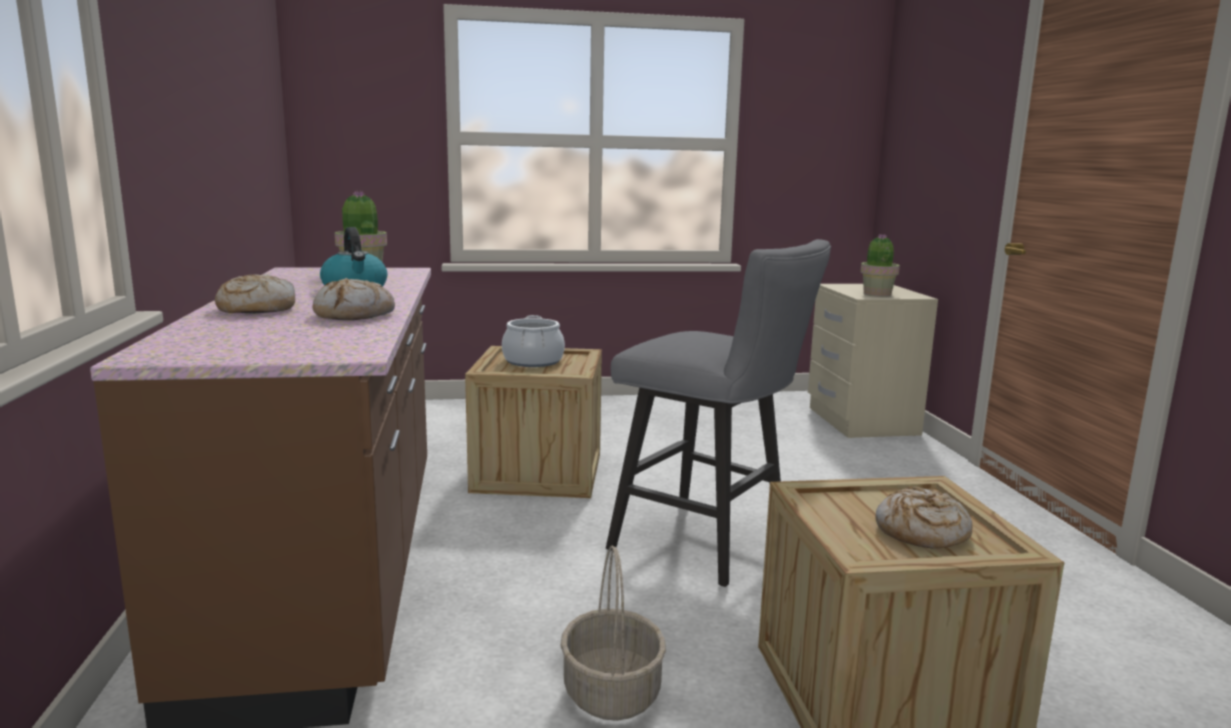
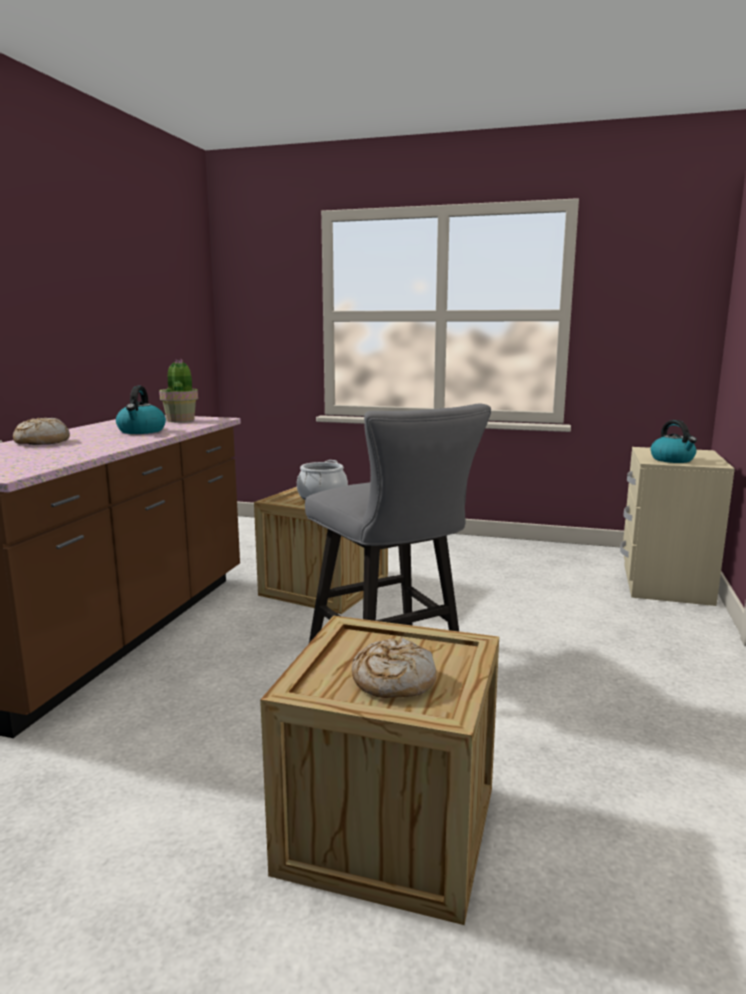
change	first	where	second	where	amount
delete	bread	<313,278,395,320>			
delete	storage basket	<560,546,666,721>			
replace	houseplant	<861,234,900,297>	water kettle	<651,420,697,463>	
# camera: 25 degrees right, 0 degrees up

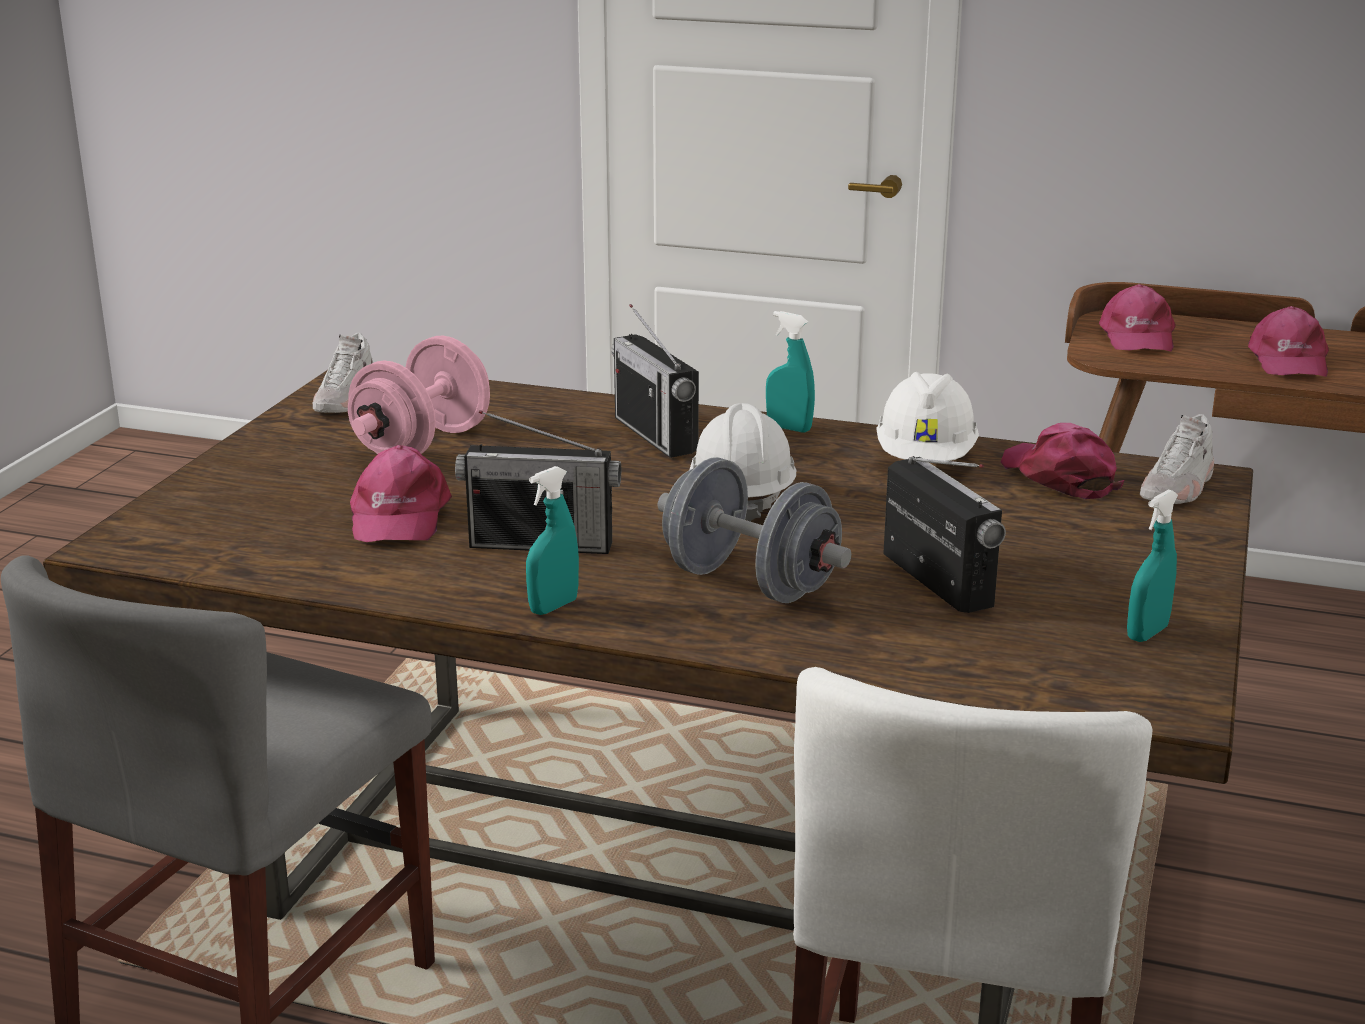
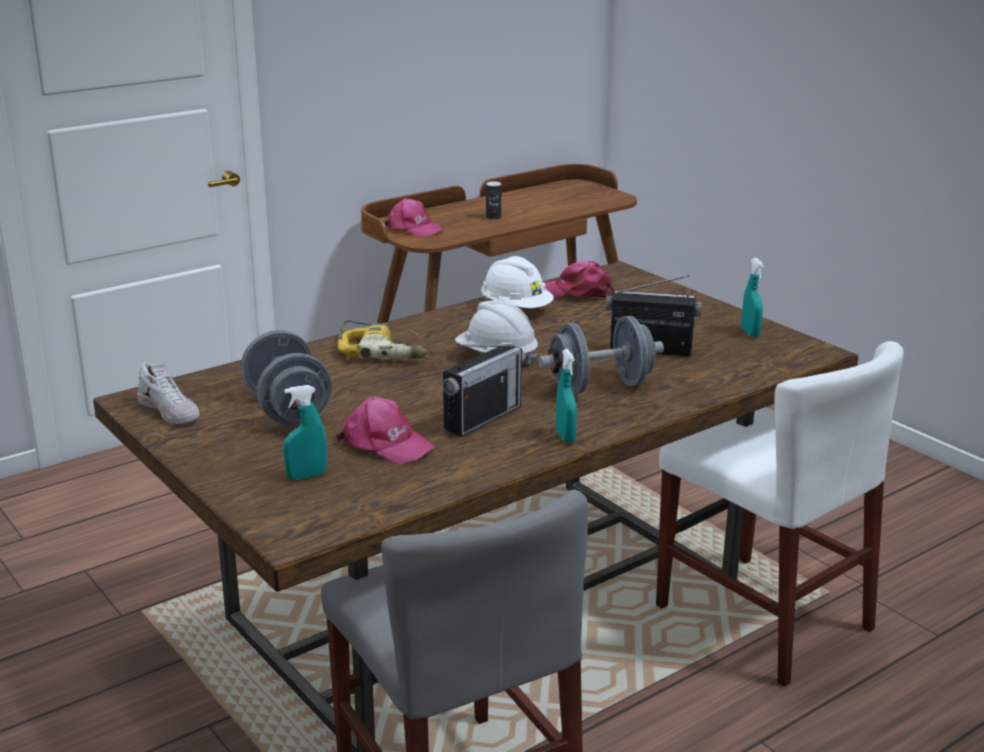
change	first	where	second	where	amount
delete	white-coloured low shoe	<1140,414,1214,504>			
move	turquoise-coloured spray bottle	<766,311,815,433>		<283,385,327,480>	
replace	radio	<611,304,699,458>	drill	<337,320,427,360>	
replace	pinkish cap	<1248,306,1329,377>	can	<486,181,501,220>	
recolor	pinkish free weight	<348,335,490,454>	gray free weight	<241,330,332,425>	
# camera: 55 degrees left, 0 degrees up

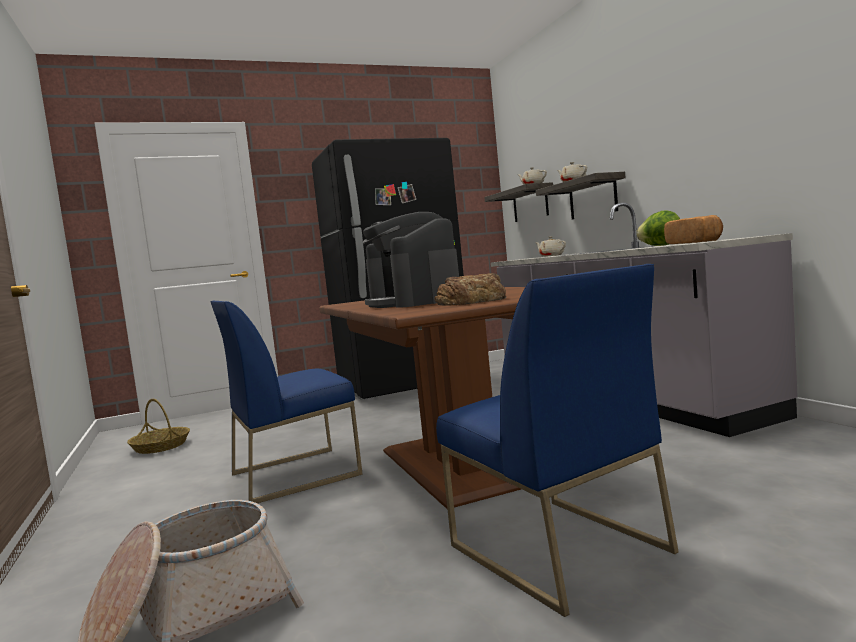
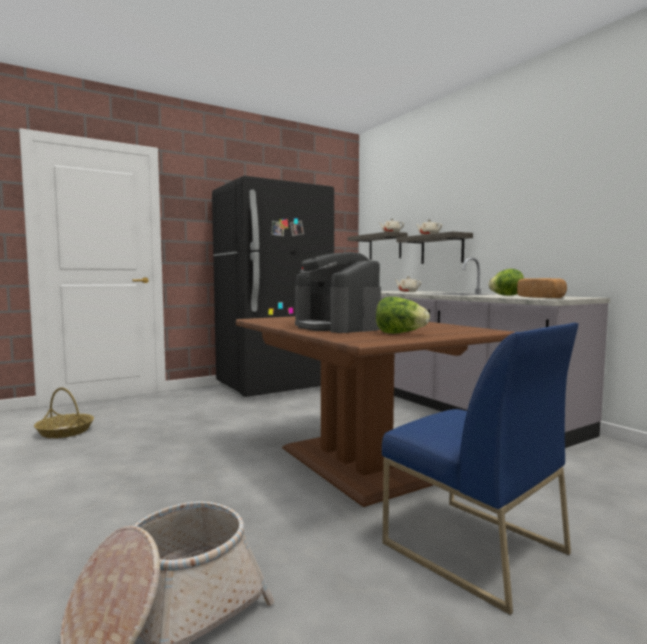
change	first	where	second	where	amount
delete	blue-coloured chair	<211,301,363,503>			
replace	bread	<435,273,506,305>	lettuce	<376,297,430,334>	
# camera: 10 degrees left, 0 degrees up

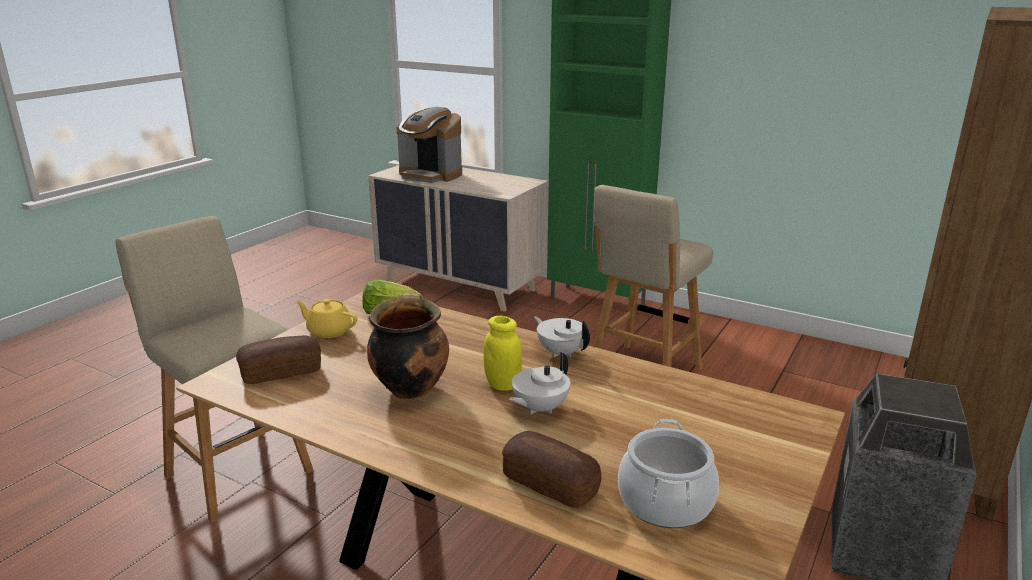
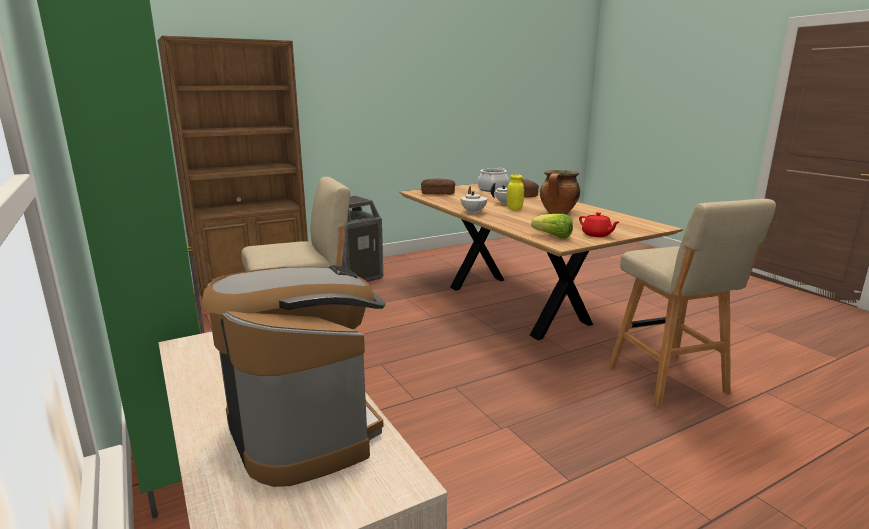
change	first	where	second	where	amount
move	bread	<236,335,321,384>		<421,179,455,195>	
recolor	yellow teapot	<295,299,357,338>	reddish teapot	<579,212,619,237>	
# camera: 150 degrees left, 5 degrees down

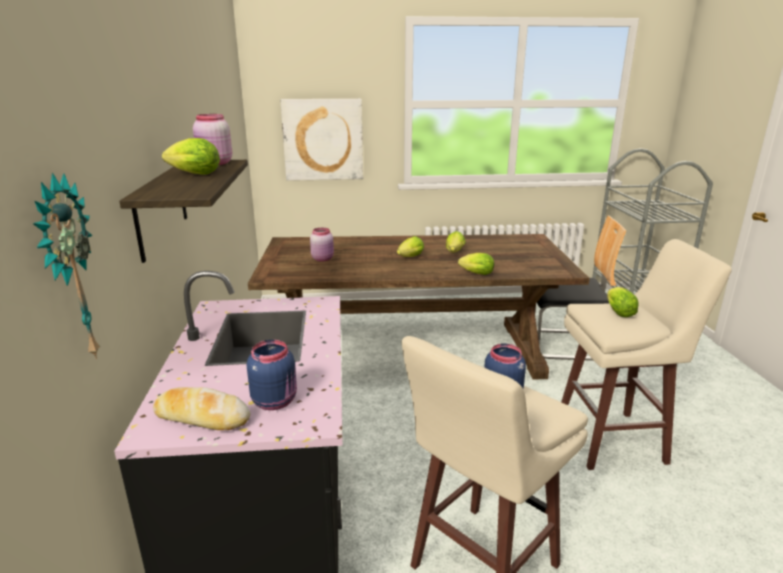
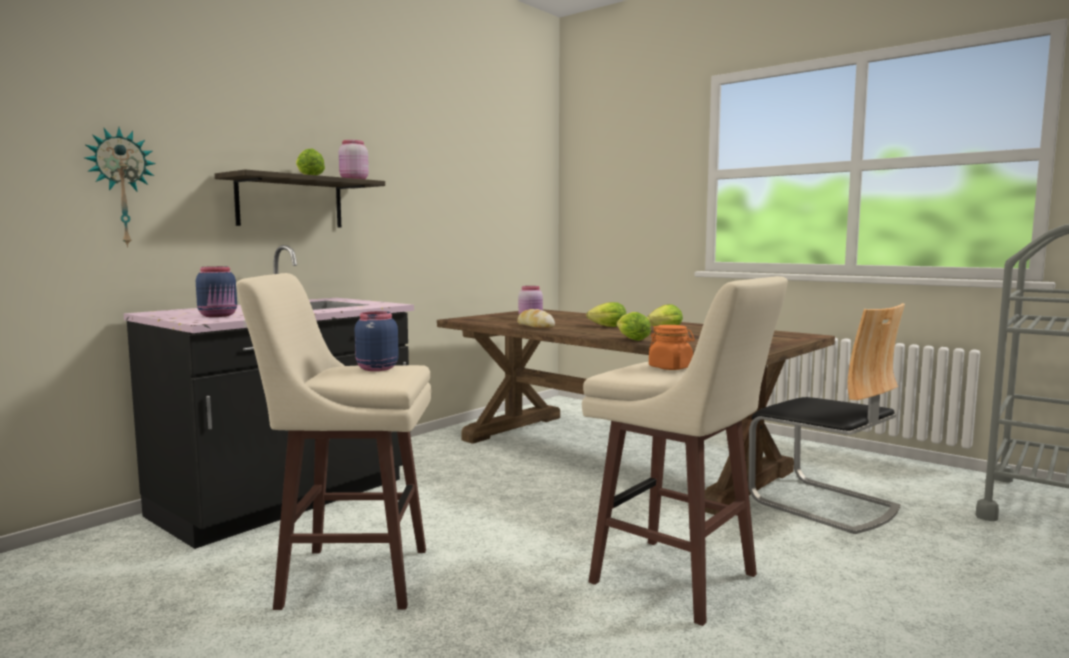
change	first	where	second	where	amount
delete	picture	<280,99,363,181>			
move	bread	<153,387,251,430>		<517,309,555,328>	
replace	lettuce	<607,287,638,317>	orange preserve jar	<649,325,695,370>	
# camera: 45 degrees right, 15 degrees down

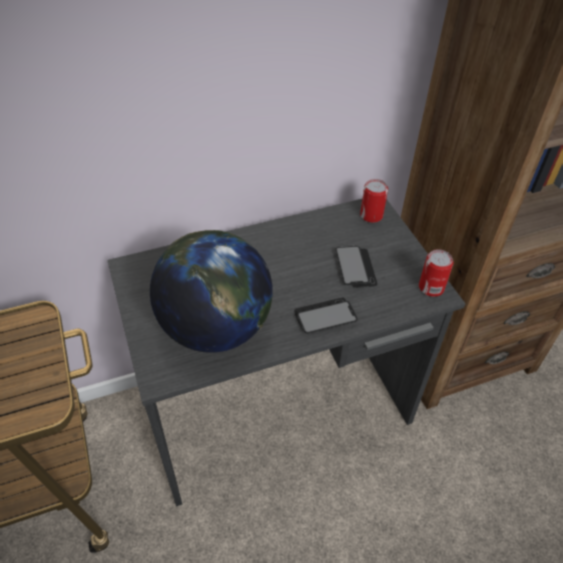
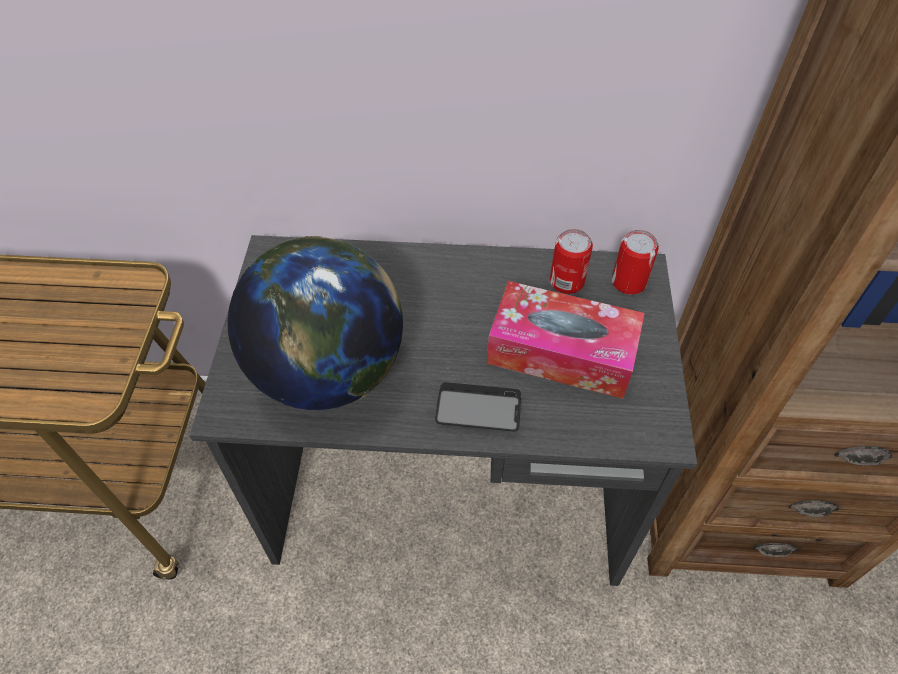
change	first	where	second	where	amount
move	can	<419,249,454,297>		<550,229,593,294>	
replace	phone	<336,246,378,288>	box of tissues	<487,281,645,399>	
# camera: 25 degrees right, 5 degrees up

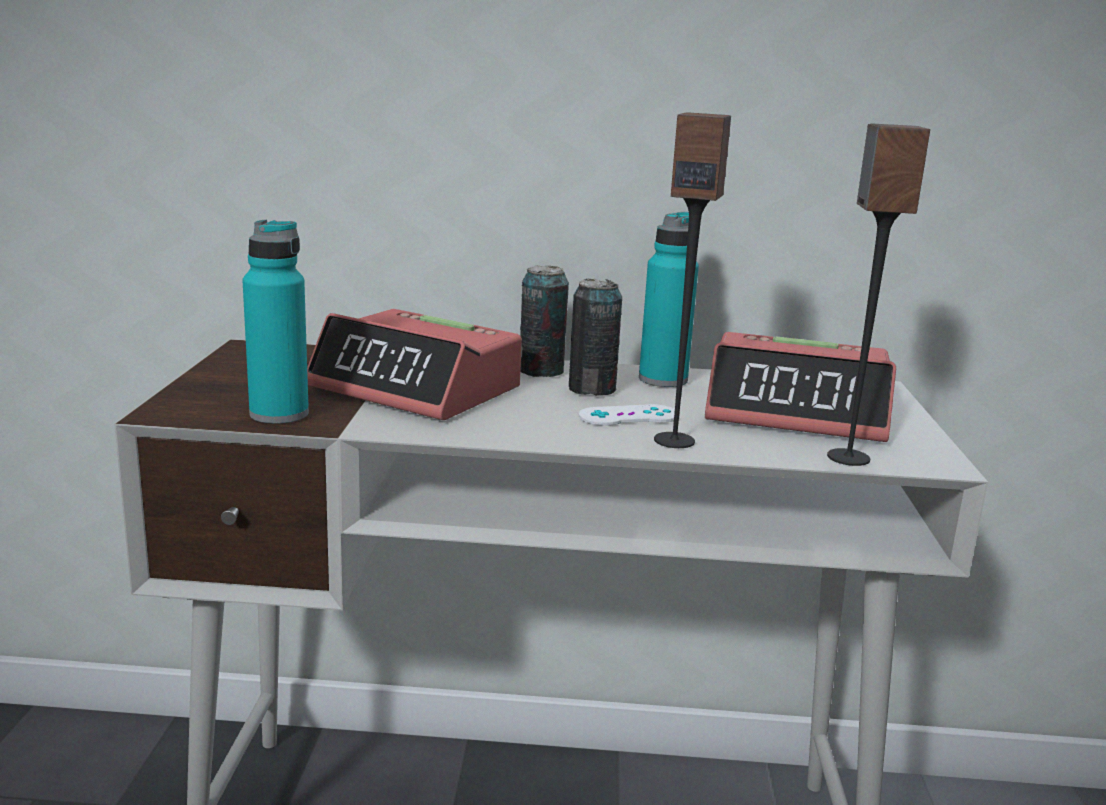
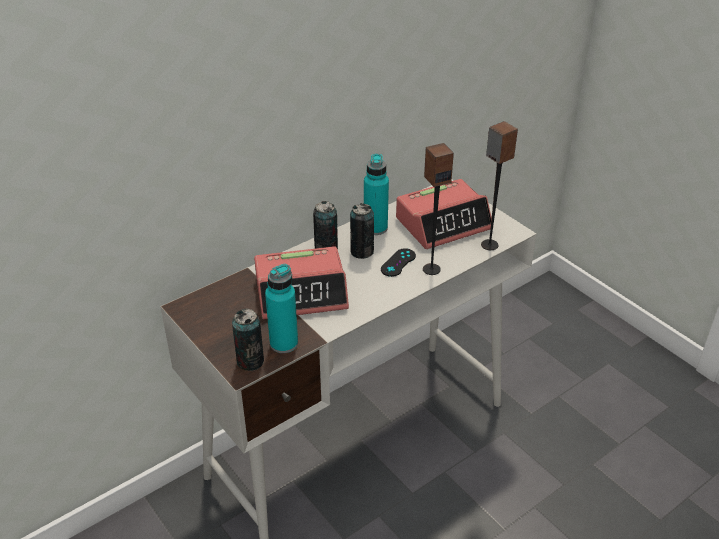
change	first	where	second	where	amount
insert			can	<232,309,264,371>	
recolor	white-coloured game controller	<579,404,675,426>	blackish game controller	<381,248,416,277>	
# camera: 40 degrees left, 20 degrees up

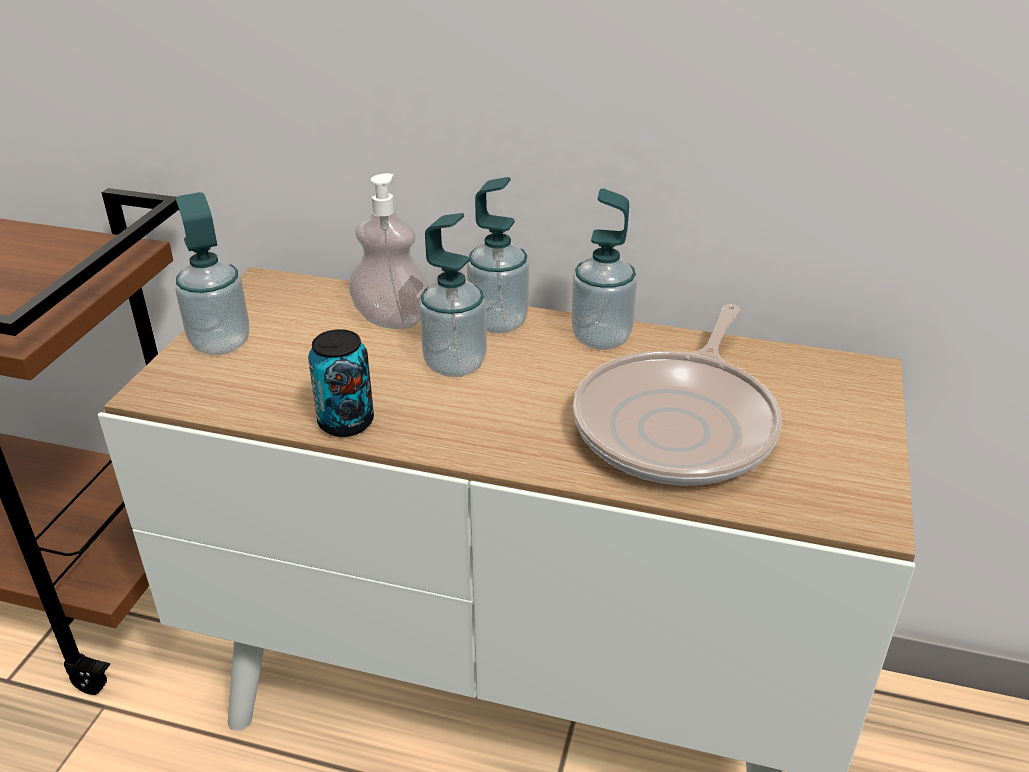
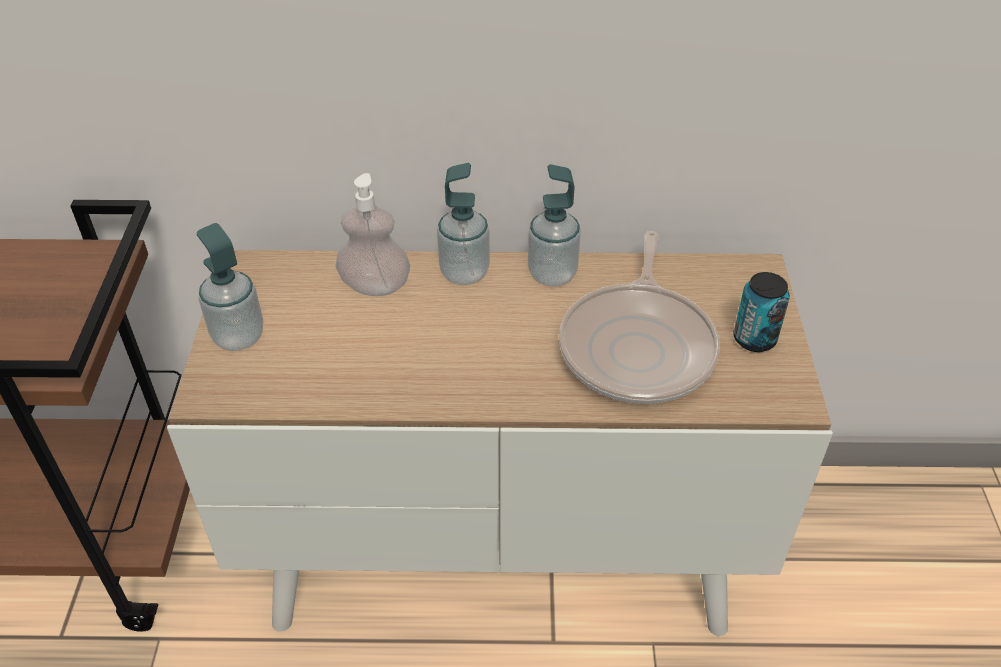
change	first	where	second	where	amount
delete	soap bottle	<419,213,487,377>			
move	can	<308,329,374,437>		<733,272,790,352>	
# camera: 15 degrees left, 10 degrees up

